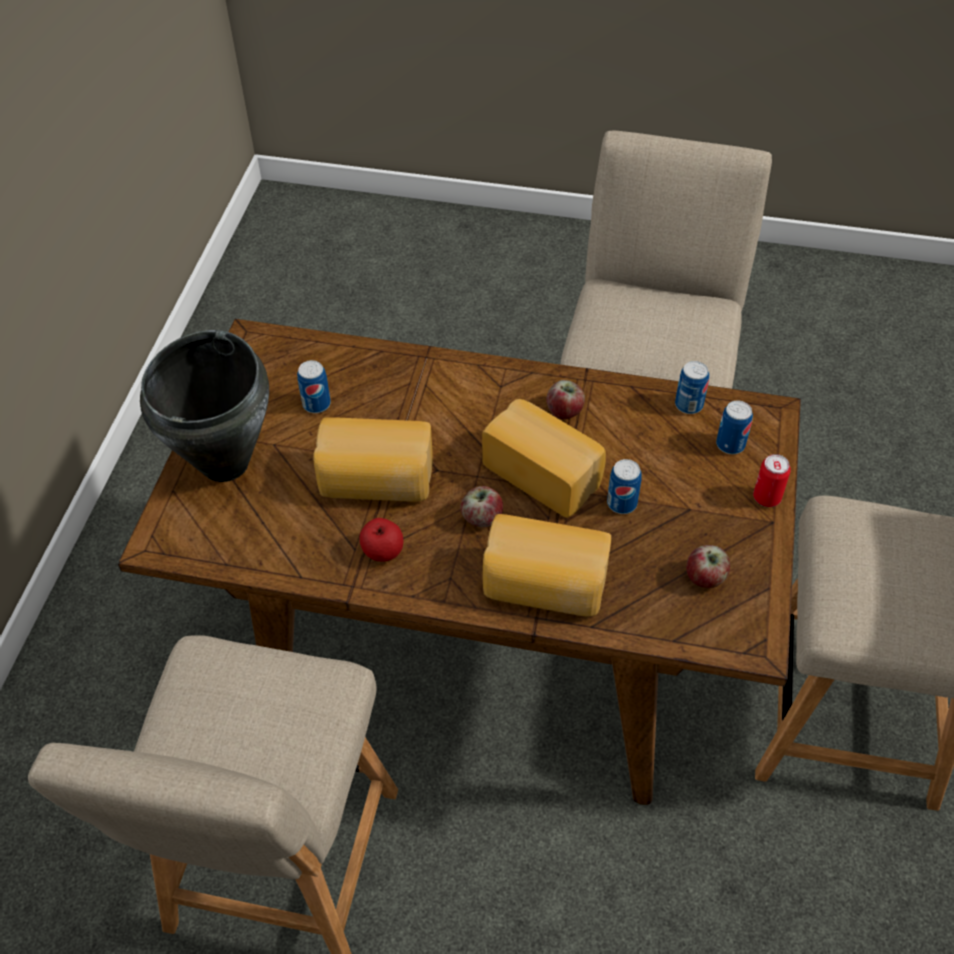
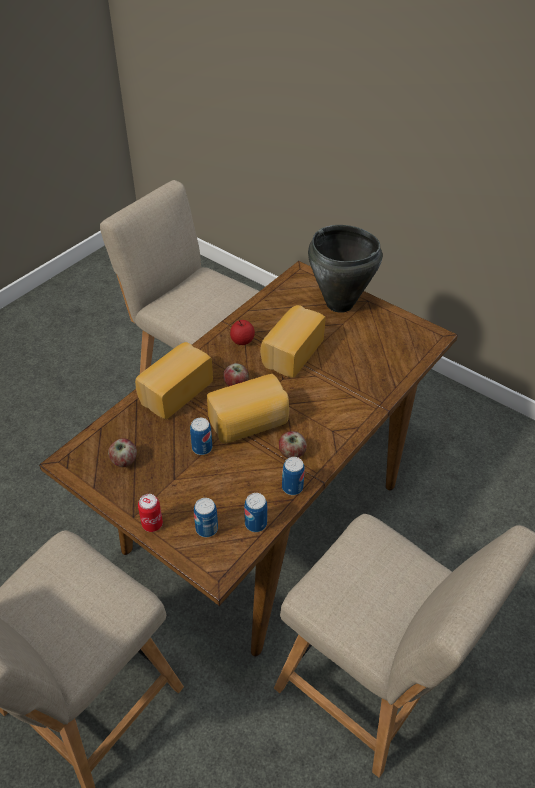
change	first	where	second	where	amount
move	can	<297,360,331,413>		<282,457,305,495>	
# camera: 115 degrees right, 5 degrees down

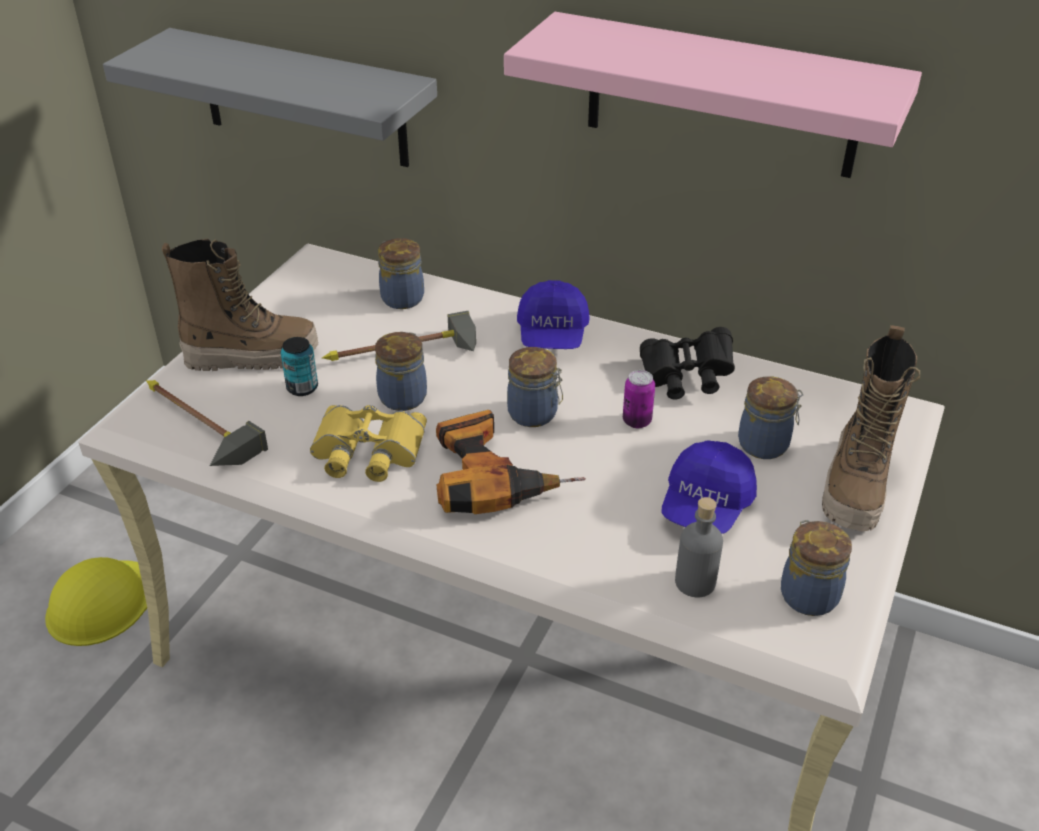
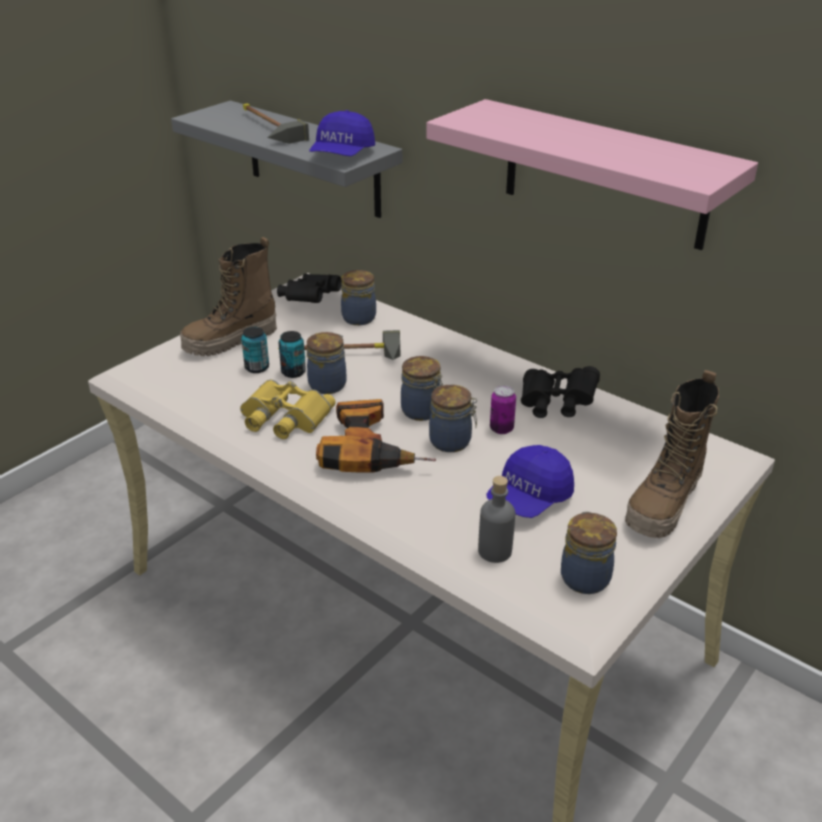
change	first	where	second	where	amount
delete	yellow safety helmet	<45,557,147,646>			
insert			blackish pair of binoculars	<277,273,342,303>	
insert			can	<279,331,306,378>	
move	hand hammer	<146,380,268,466>		<243,104,309,144>	
move	blue-coloured cap	<517,280,590,349>		<309,110,375,156>	
move	preserve jar	<738,376,803,459>		<429,385,477,452>	
rotate	tall boot	<161,239,318,371>		<180,237,277,356>	135 degrees clockwise
# camera: 15 degrees right, 5 degrees down

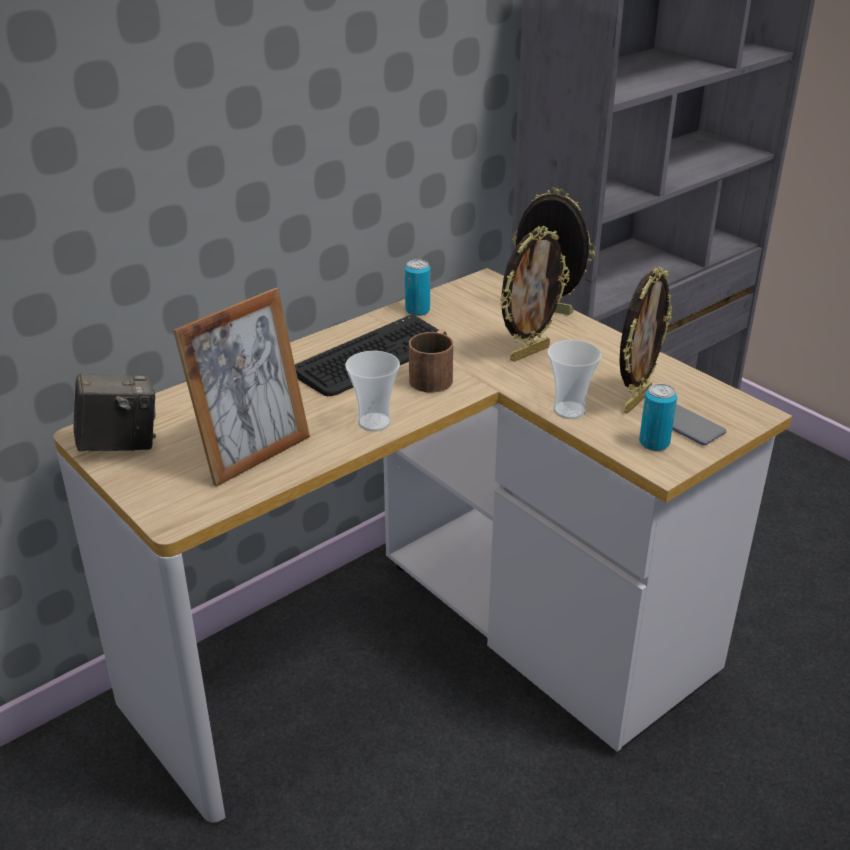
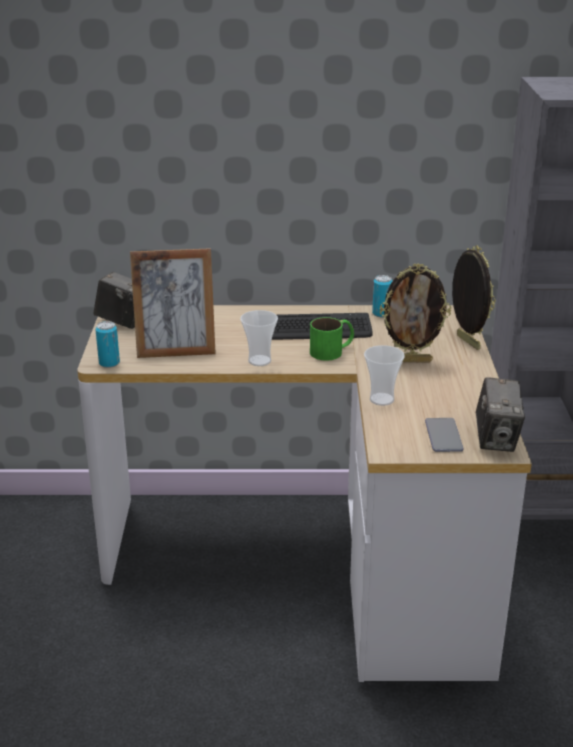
change	first	where	second	where	amount
delete	standing frame	<619,267,672,414>			
insert			still camera	<476,377,525,452>	
move	can	<639,383,677,451>		<95,321,120,368>	
recolor	brown tea mug	<409,329,453,393>	greenish tea mug	<310,317,354,361>	
# camera: 40 degrees right, 5 degrees down

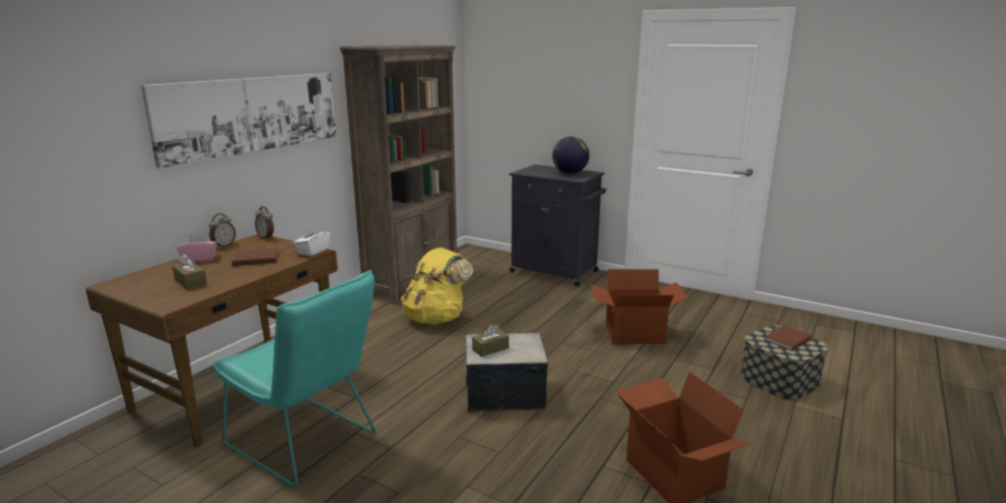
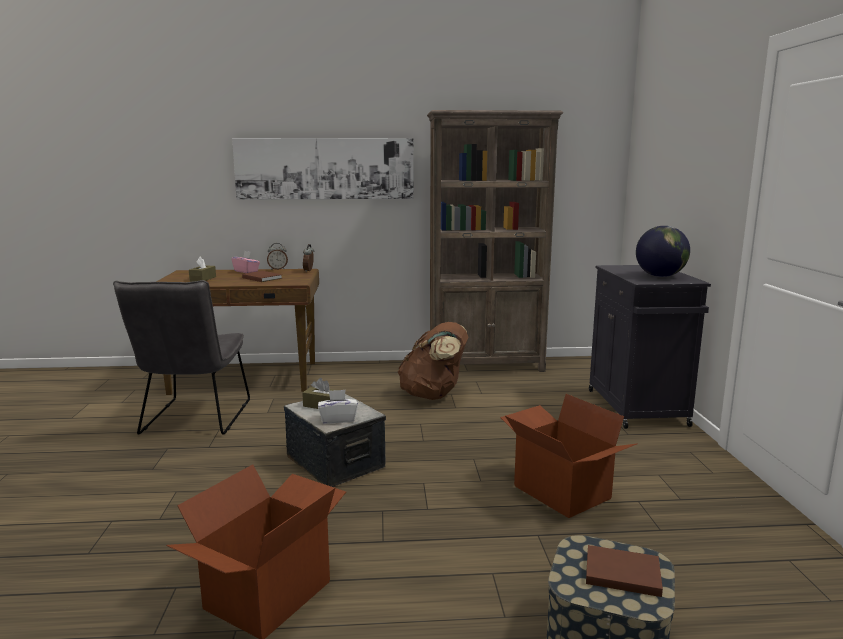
change	first	where	second	where	amount
move	white-coloured box of tissues	<293,225,330,256>		<318,390,358,424>	
recolor	turquoise-coloured chair	<213,270,376,487>	gray chair	<113,280,250,435>	
recolor	yellow knapsack	<401,247,474,324>	brown knapsack	<398,322,468,400>	
# camera: 55 degrees right, 5 degrees down

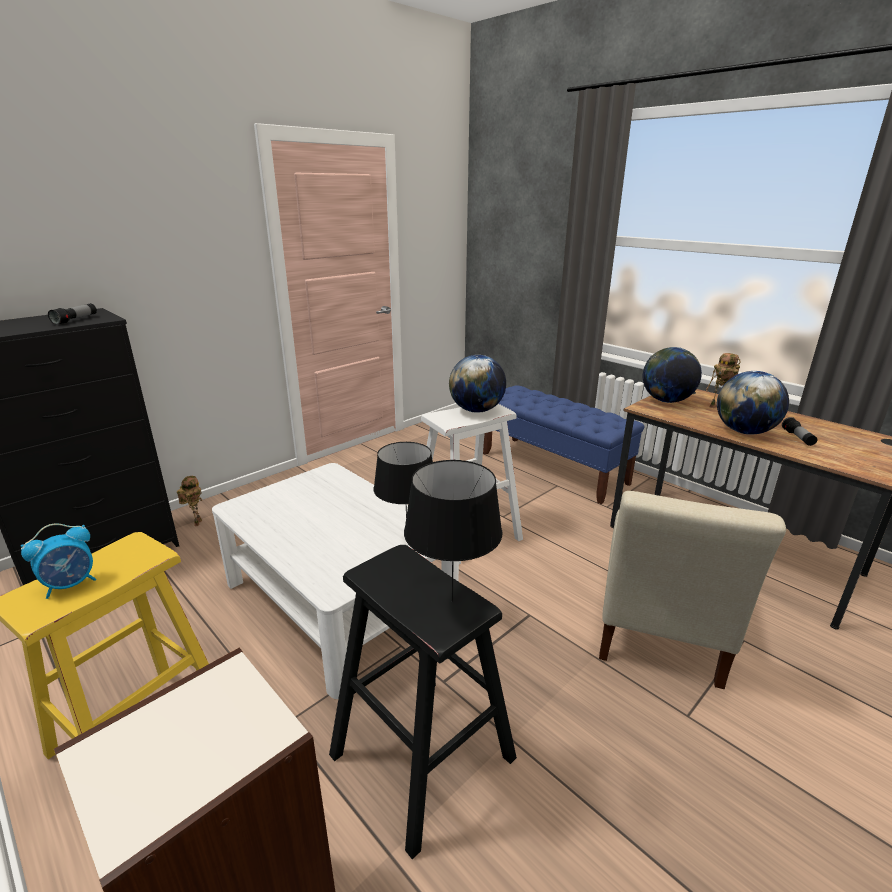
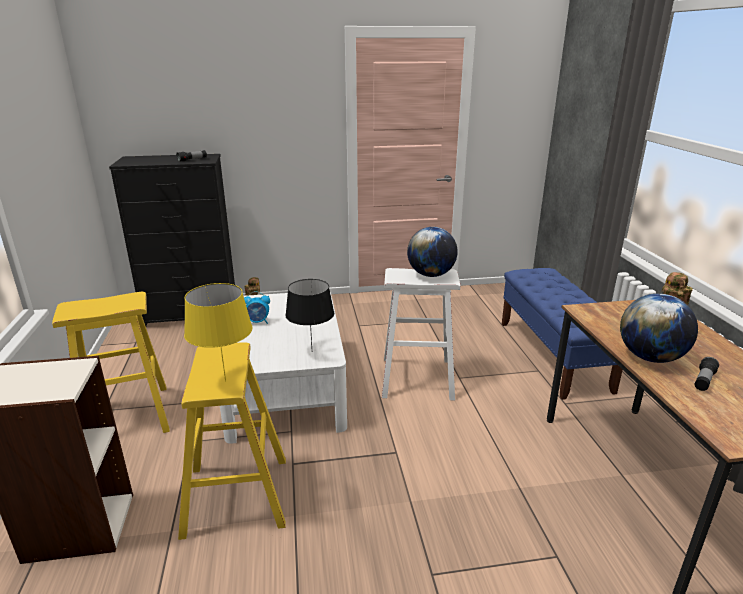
change	first	where	second	where	amount
delete	beige-coloured chair	<599,491,786,689>			
delete	world globe	<643,347,702,403>			
move	bedside clock	<21,523,96,599>		<244,291,270,324>	
recolor	blackish sitting stool	<329,545,517,860>	yellow sitting stool	<178,342,286,540>	
recolor	blackish lamp for a table	<404,460,502,602>	yellow lamp for a table	<184,283,252,381>	
# camera: 35 degrees right, 0 degrees up

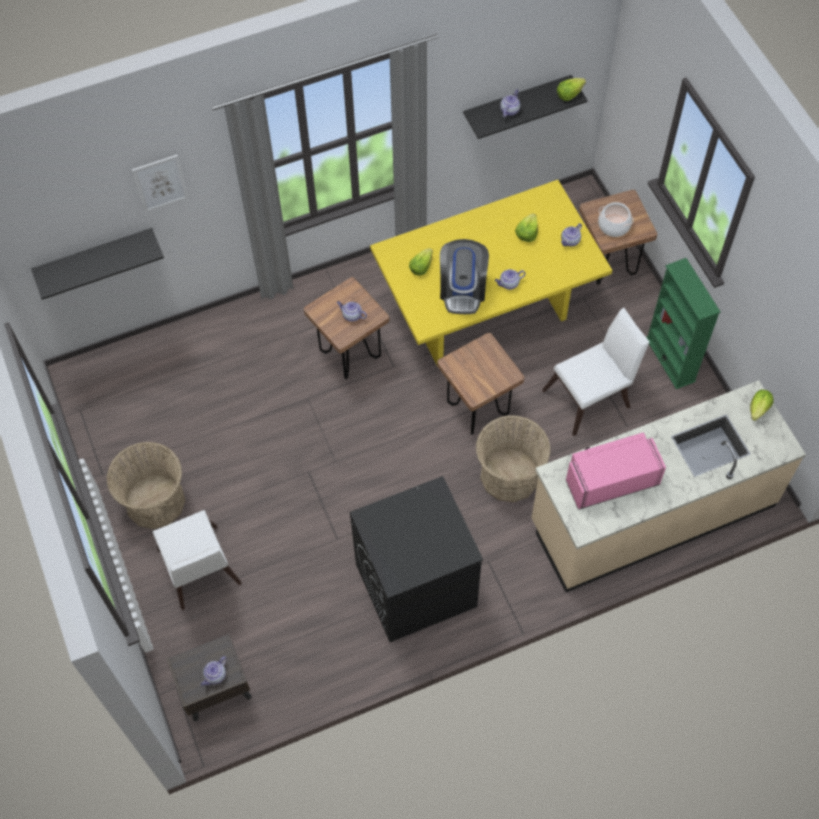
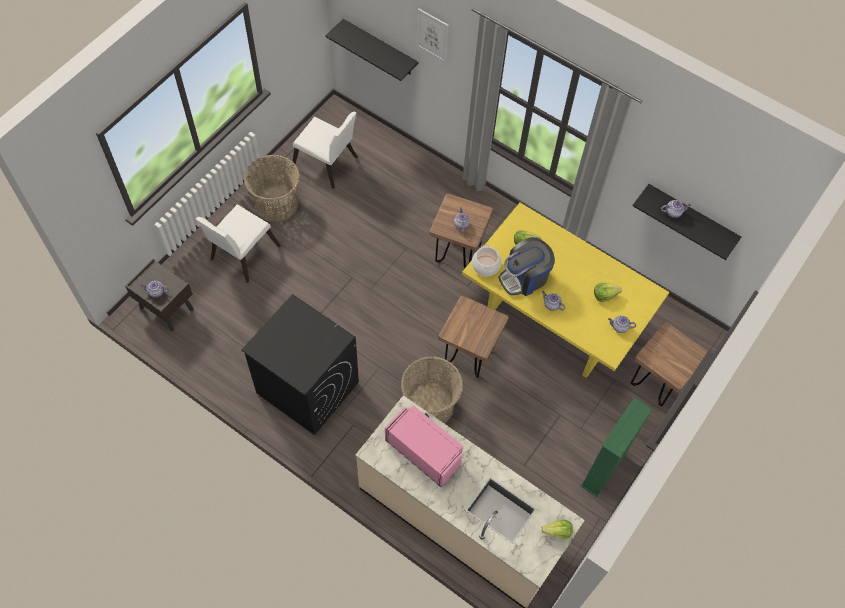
change	first	where	second	where	amount
delete	lettuce	<557,78,586,101>			
move	white-coloured chair	<542,308,650,436>		<292,112,358,189>	
move	stockpot	<598,202,634,237>		<472,244,501,276>	
# camera: 55 degrees right, 0 degrees up

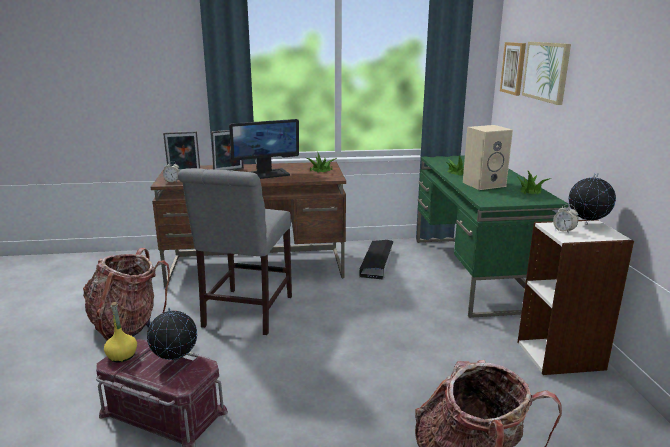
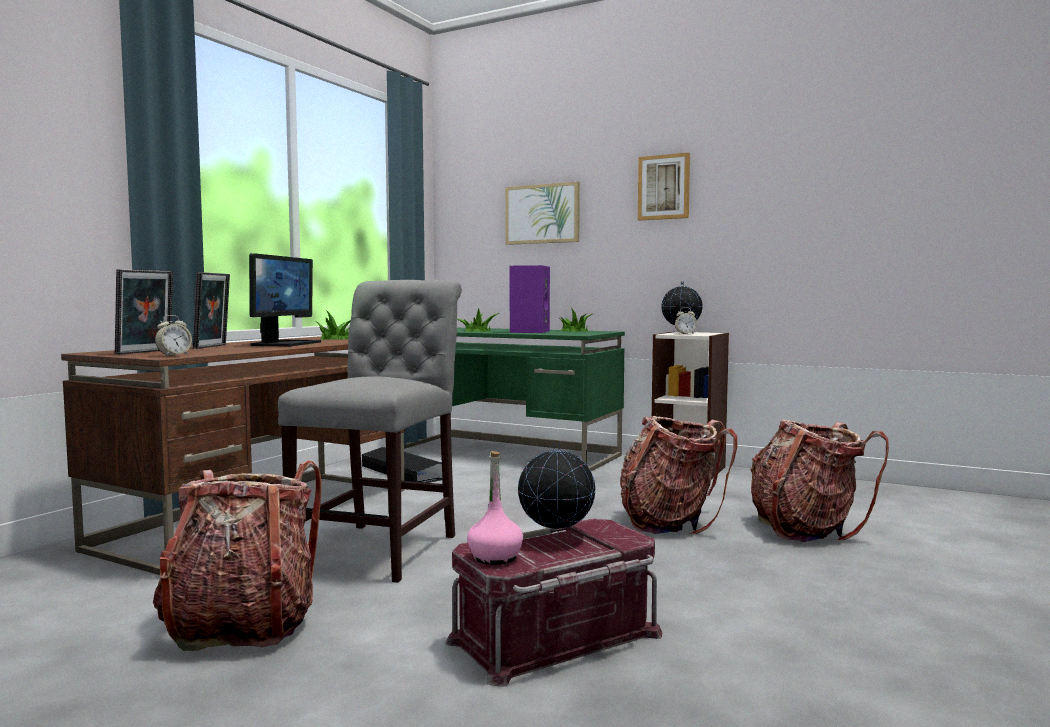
change	first	where	second	where	amount
insert			knapsack	<620,416,737,534>	
move	picture	<500,42,526,96>		<638,152,690,221>	
recolor	yellow beverage bottle	<104,302,137,362>	pinkish beverage bottle	<467,451,523,565>	
recolor	beige-coloured audio speaker	<463,125,513,190>	purplish audio speaker	<510,265,550,333>	
rotate	gray chair	<178,168,292,335>		<278,280,462,583>	120 degrees counterclockwise
# camera: 55 degrees left, 15 degrees down

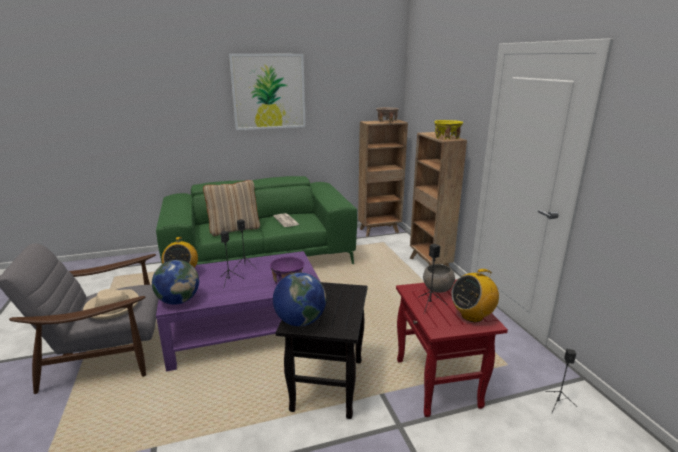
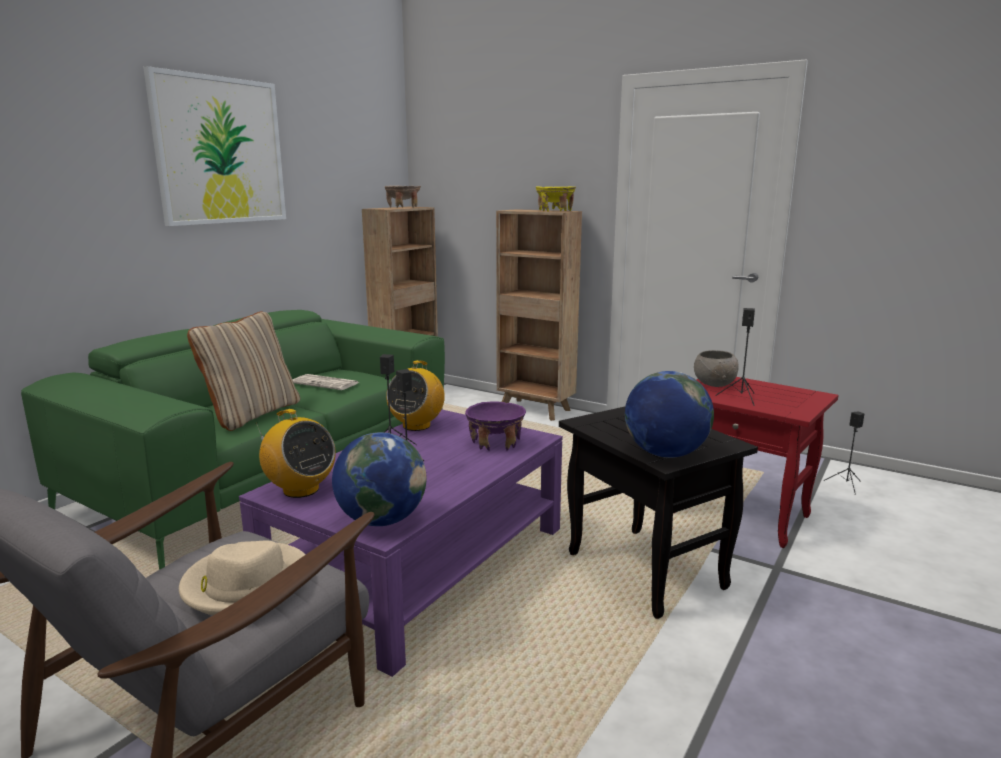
change	first	where	second	where	amount
move	radio	<451,269,499,322>		<386,360,445,431>	
# camera: 40 degrees left, 5 degrees down

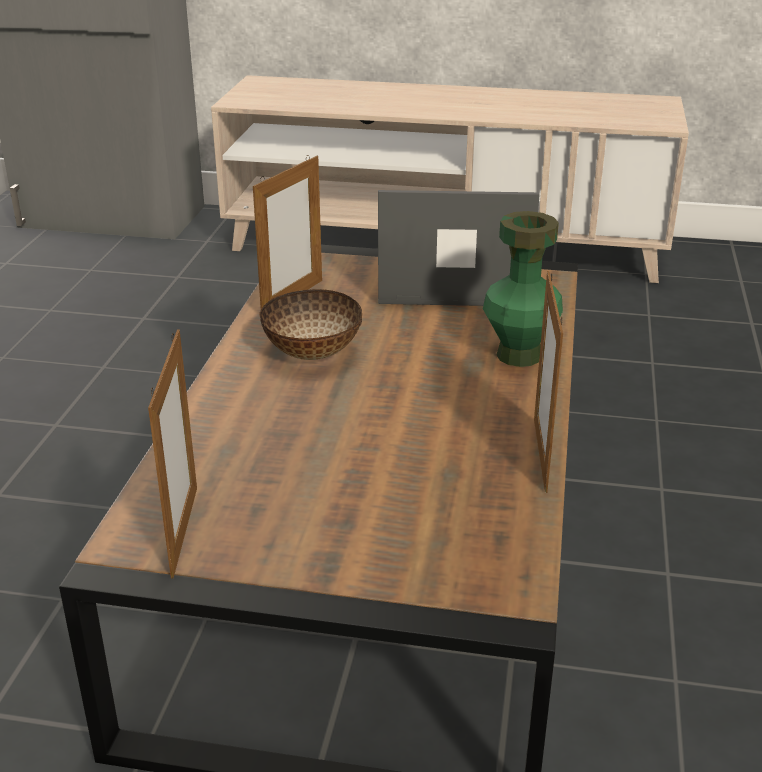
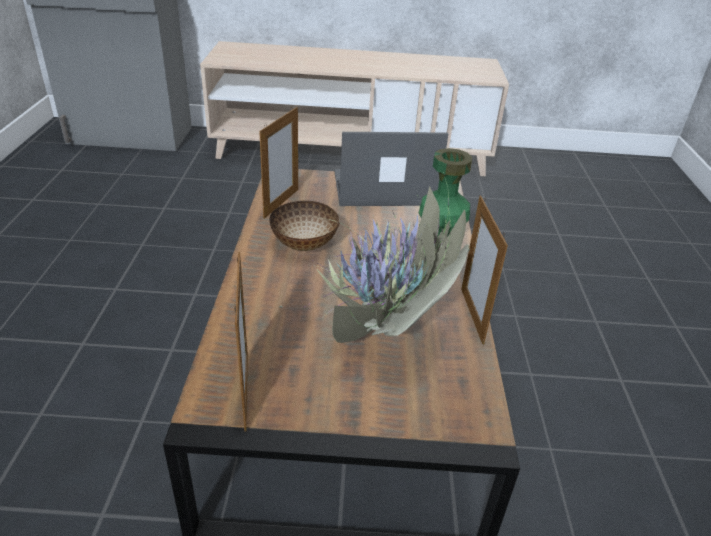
change	first	where	second	where	amount
insert			houseplant	<279,172,470,343>	
# camera: 10 degrees left, 5 degrees up

